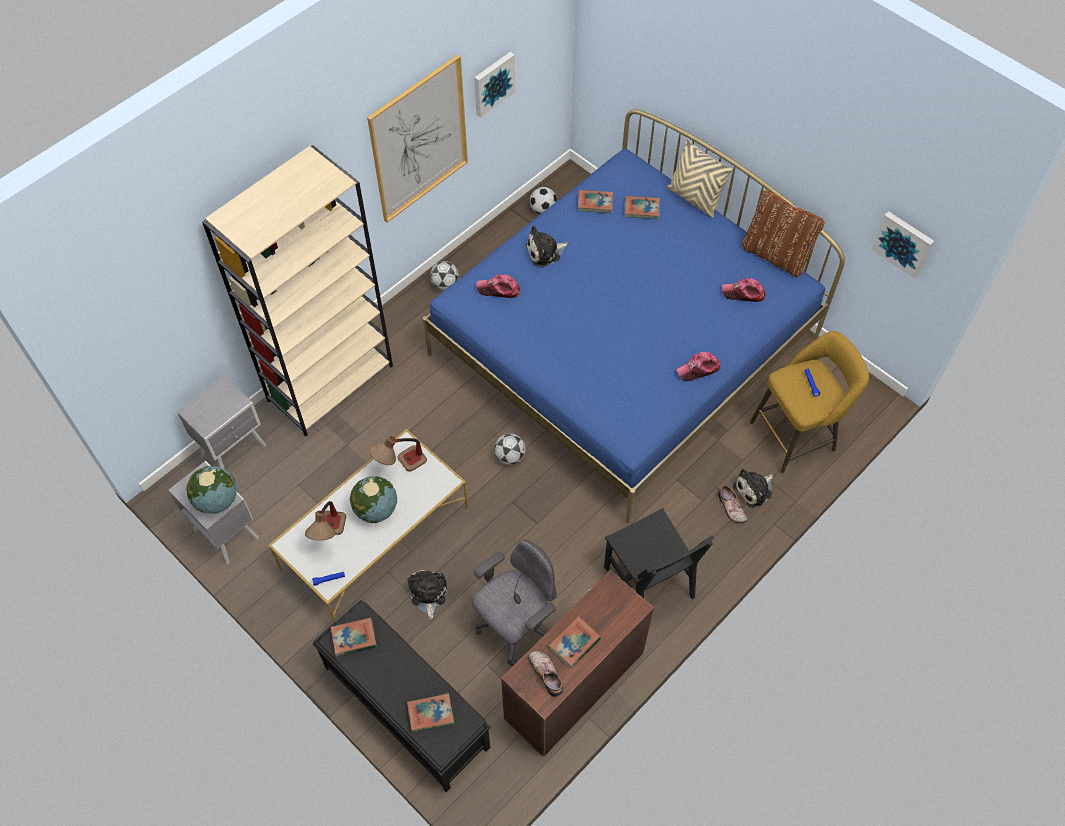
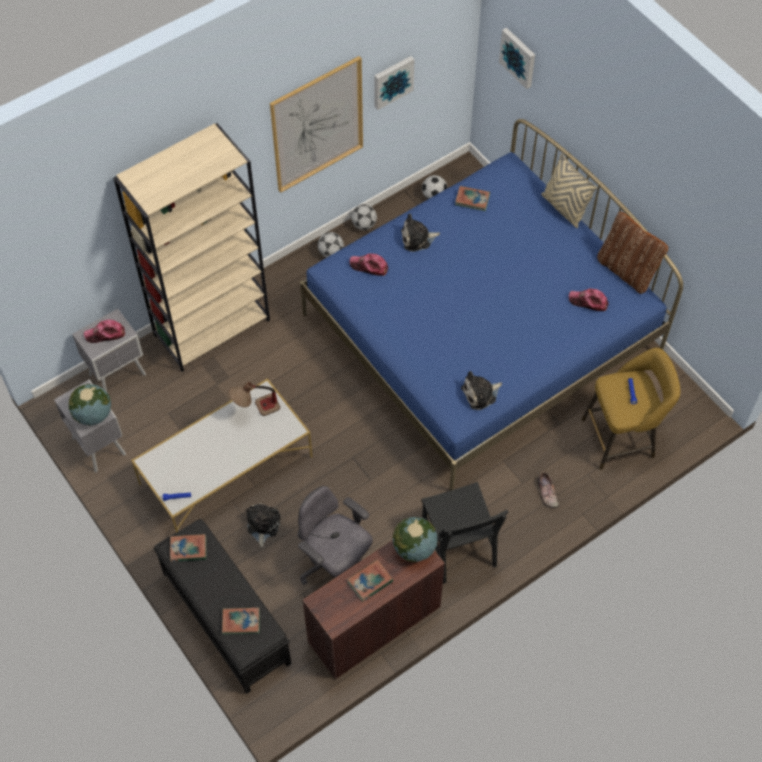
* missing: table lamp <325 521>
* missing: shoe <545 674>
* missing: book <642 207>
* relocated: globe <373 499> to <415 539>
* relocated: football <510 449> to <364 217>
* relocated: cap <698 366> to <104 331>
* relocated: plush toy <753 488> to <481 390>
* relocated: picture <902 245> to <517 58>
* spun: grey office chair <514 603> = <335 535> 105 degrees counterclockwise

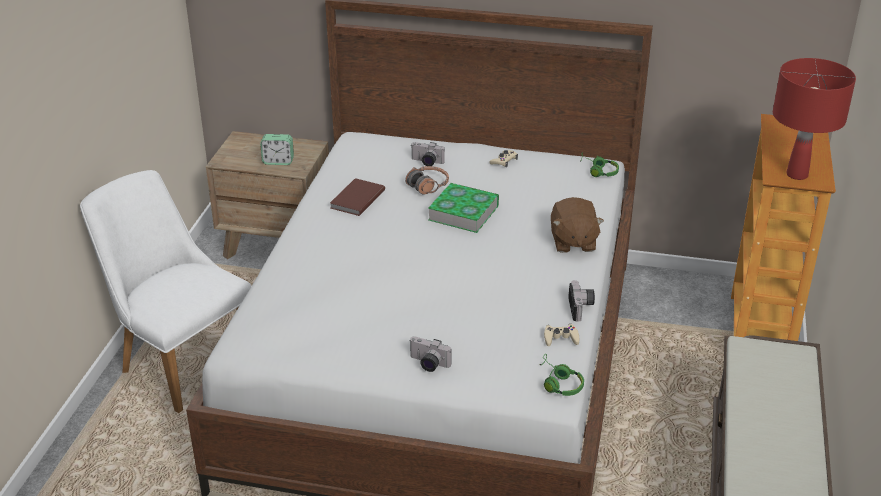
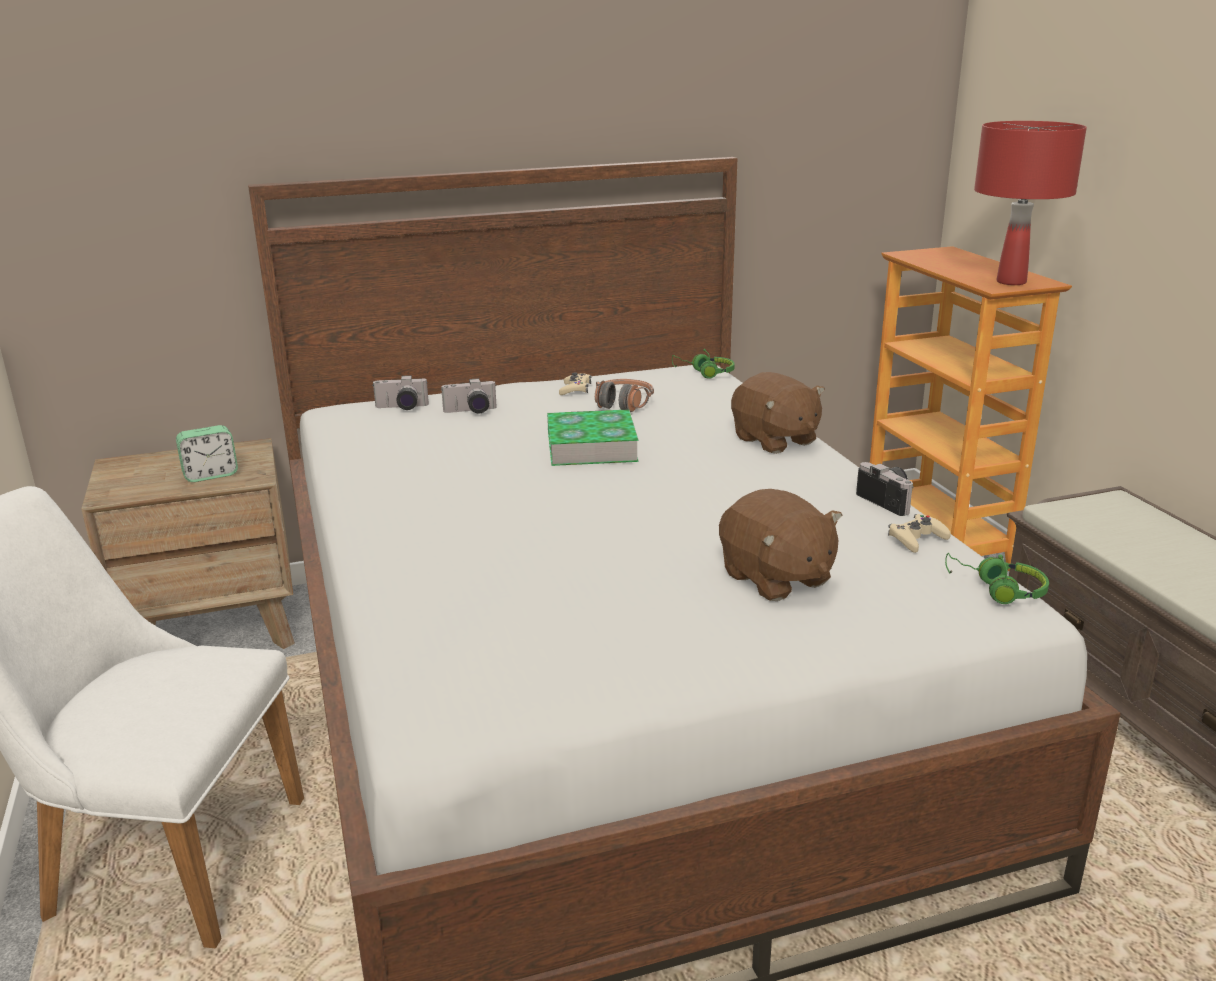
* missing: brown book <357 197>
* appeared: brown plush toy <780 545>
* relocated: headphones <427 180> to <624 395>
* relocated: photo camera <431 354> to <401 392>

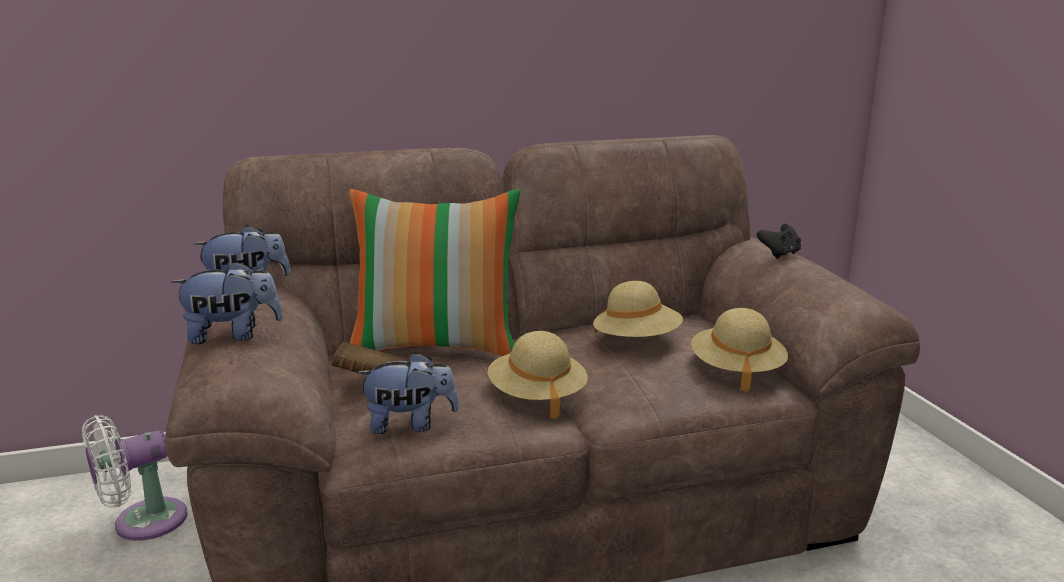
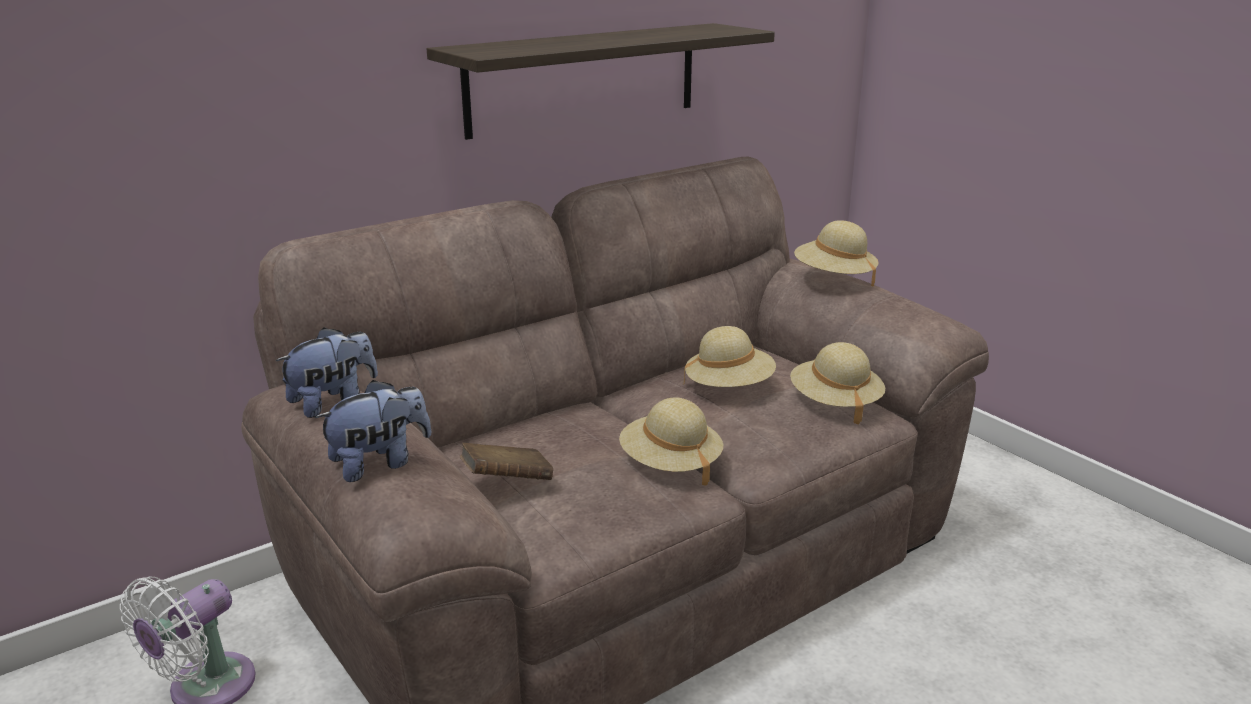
* missing: pillow <435 272>
* missing: plush toy <408 393>
* appeared: shelf <601 81>
* exchanged: black game controller <779 241> to beige hat <836 253>

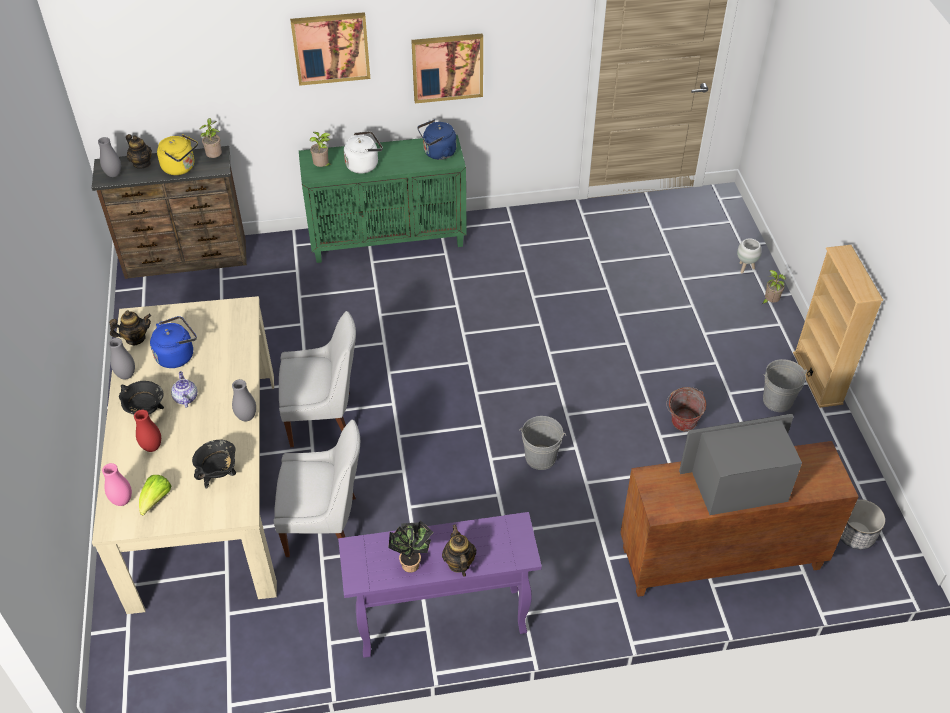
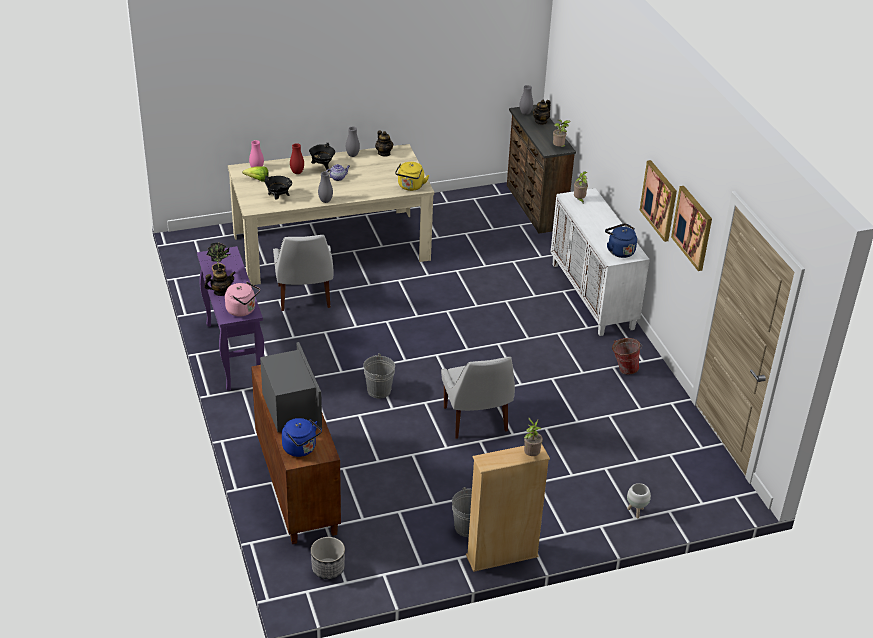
* missing: white kettle <363 152>
* appeared: pink kettle <242 299>
* relocated: blue kettle <173 342> to <302 437>
* relocated: yellow kettle <177 154> to <412 176>
* relocated: white chair <317 379> to <478 398>
* relocated: picture <330 49> to <691 228>
* relocated: bucket <686 409> to <627 356>
* relocated: potted plant <774 287> to <533 437>
* colour: green cabinet <383 199> to white cabinet <600 262>

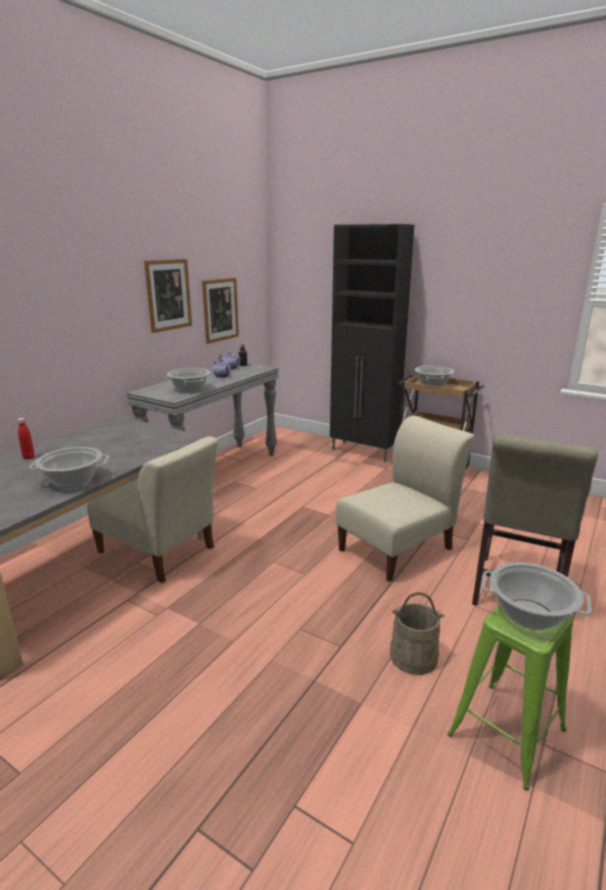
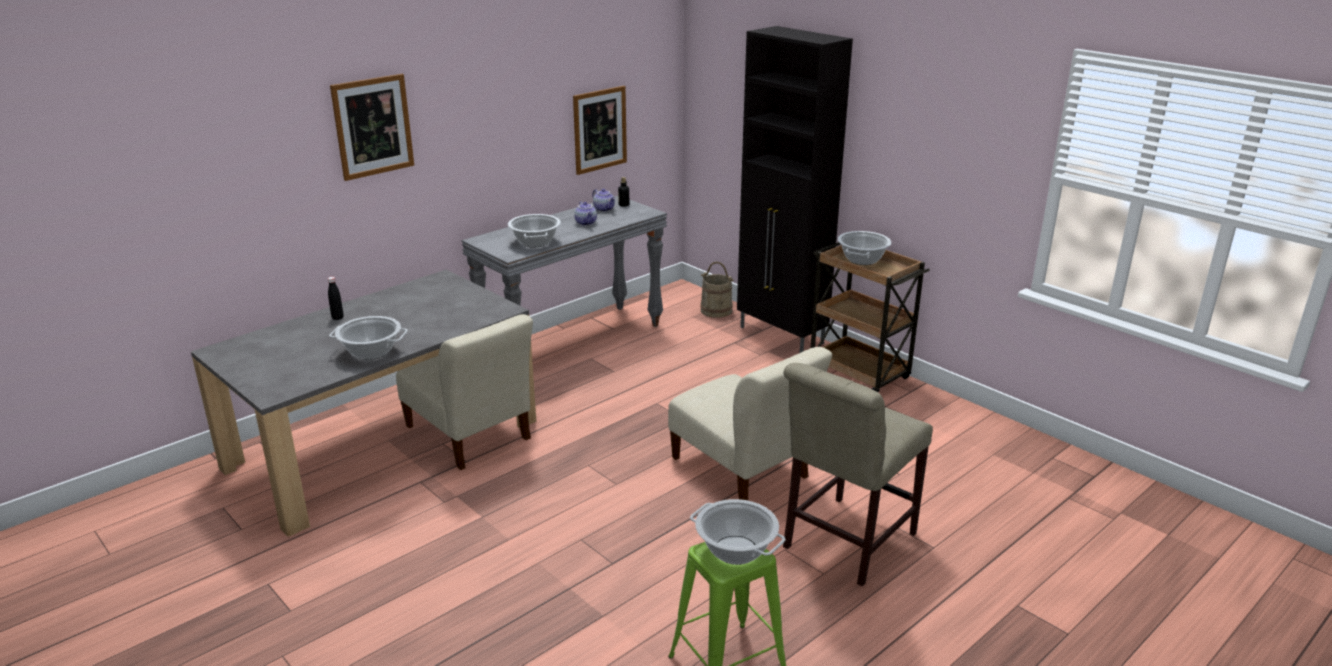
* relocated: picture <168 296> to <372 127>
* relocated: beige bucket <417 633> to <717 290>
* colour: red bottle <26 438> to black bottle <336 298>
* spun: beige chair <405 499> = <750 423> 75 degrees clockwise

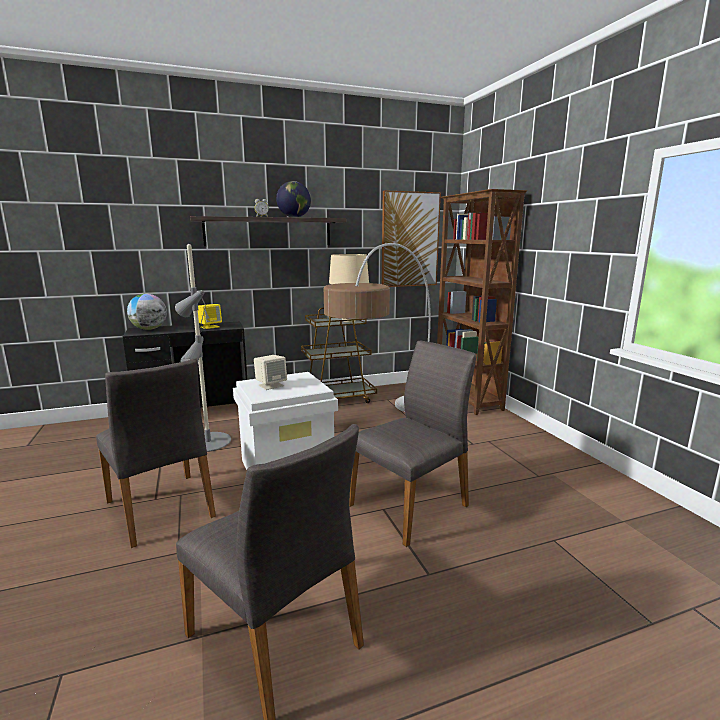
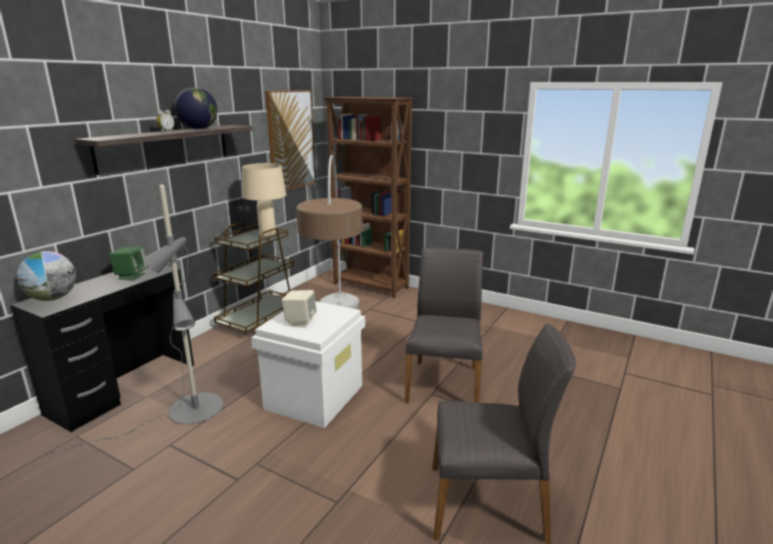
* missing: grey chair <156 453>
* colour: yellow speaker <210 316> to green speaker <128 263>

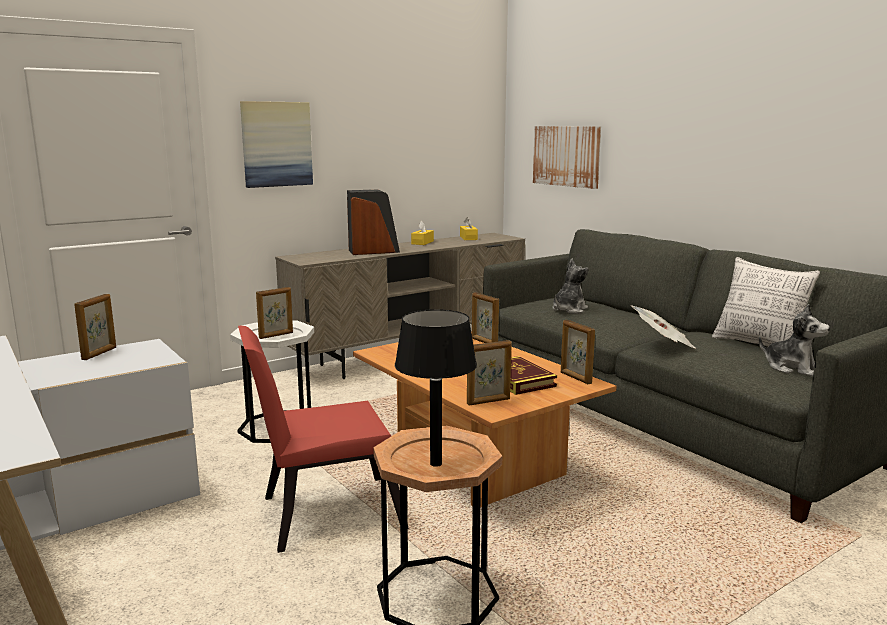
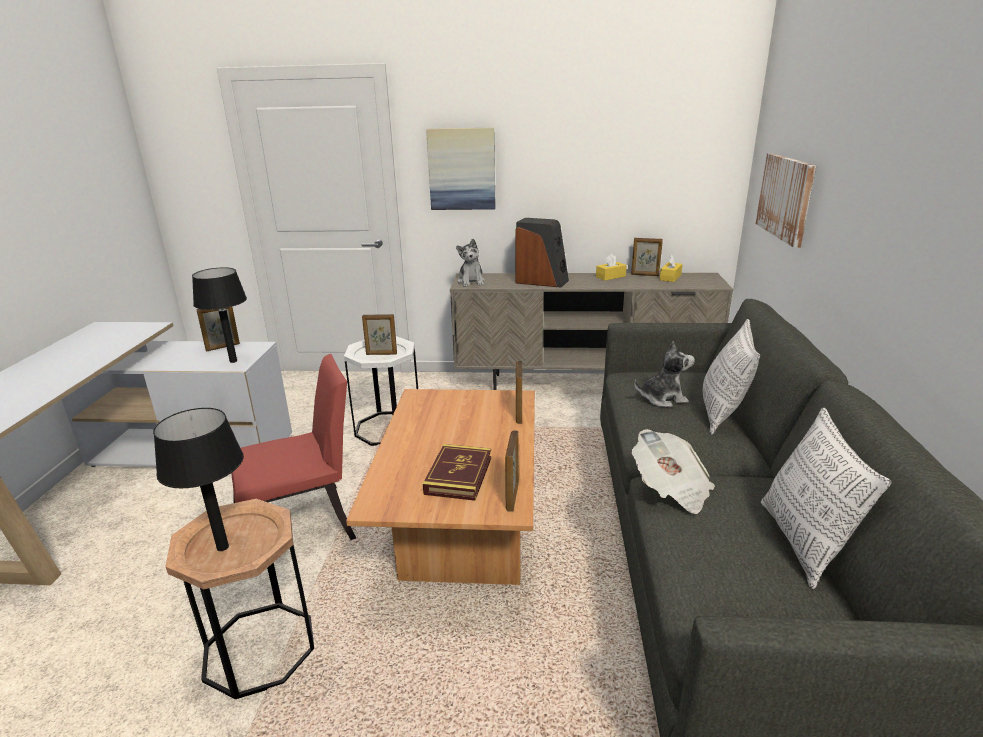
* appeared: black table lamp <219 315>
* appeared: pillow <731 377>
* relocated: picture frame <489 373> to <647 257>
* relocated: plush toy <794 340> to <470 263>
* spun: red chair <323 439> = <293 447> 135 degrees clockwise

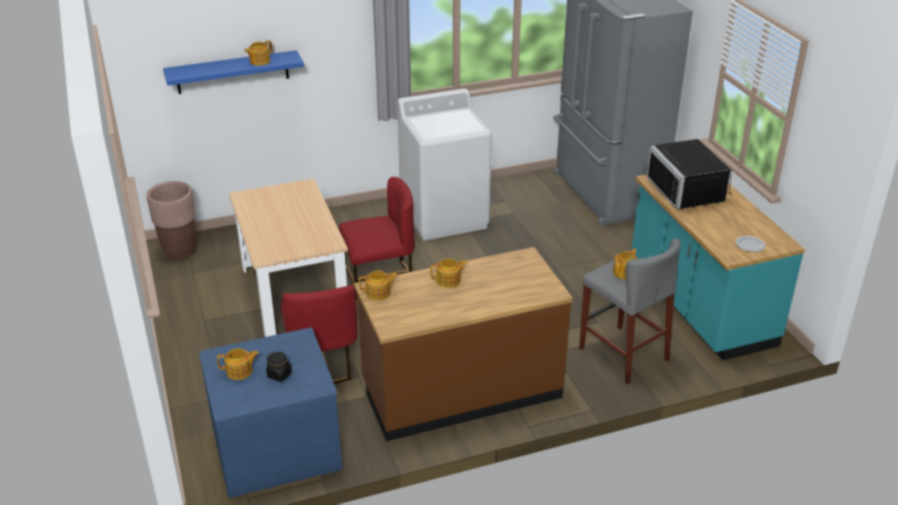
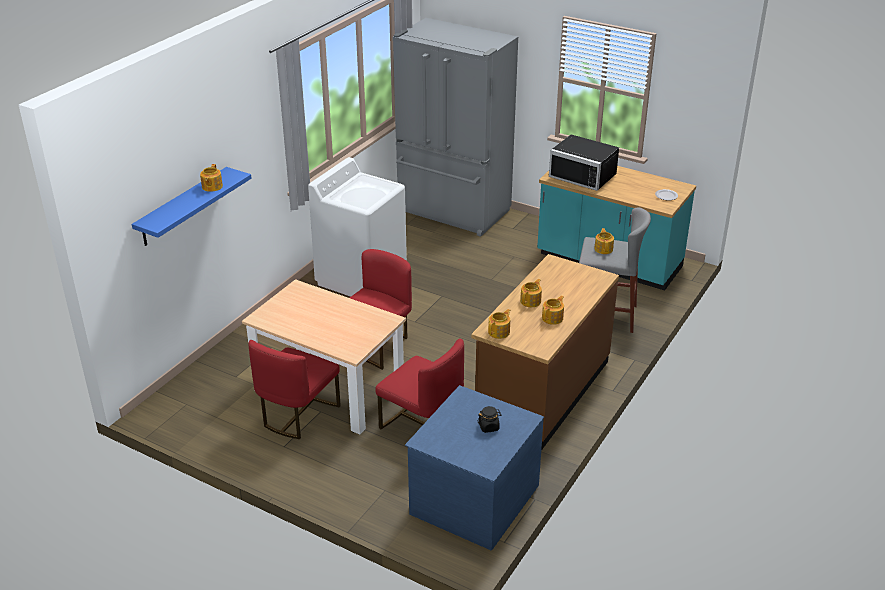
* missing: brown planter <171 220>
* appeared: red chair <294 389>
* relocated: teapot <238 364> to <553 310>

